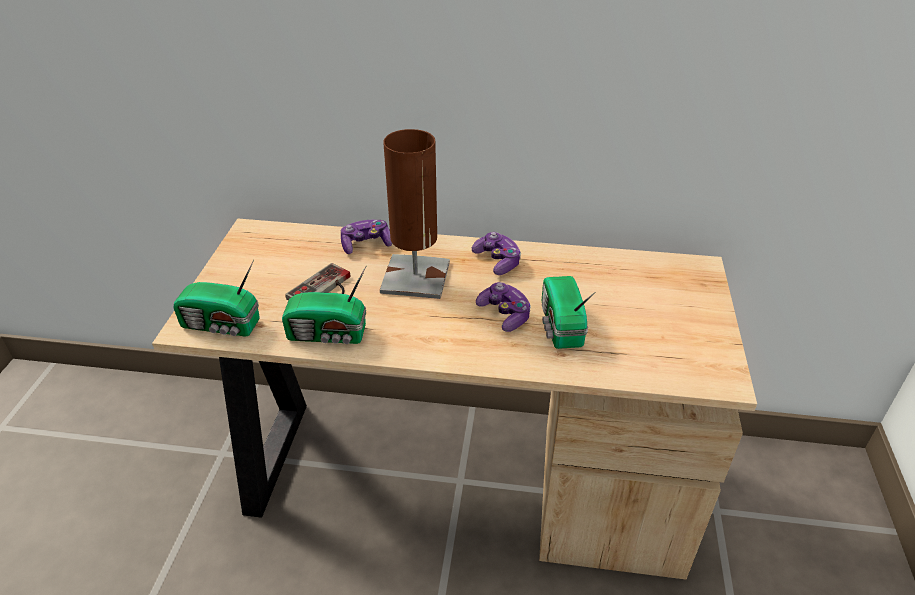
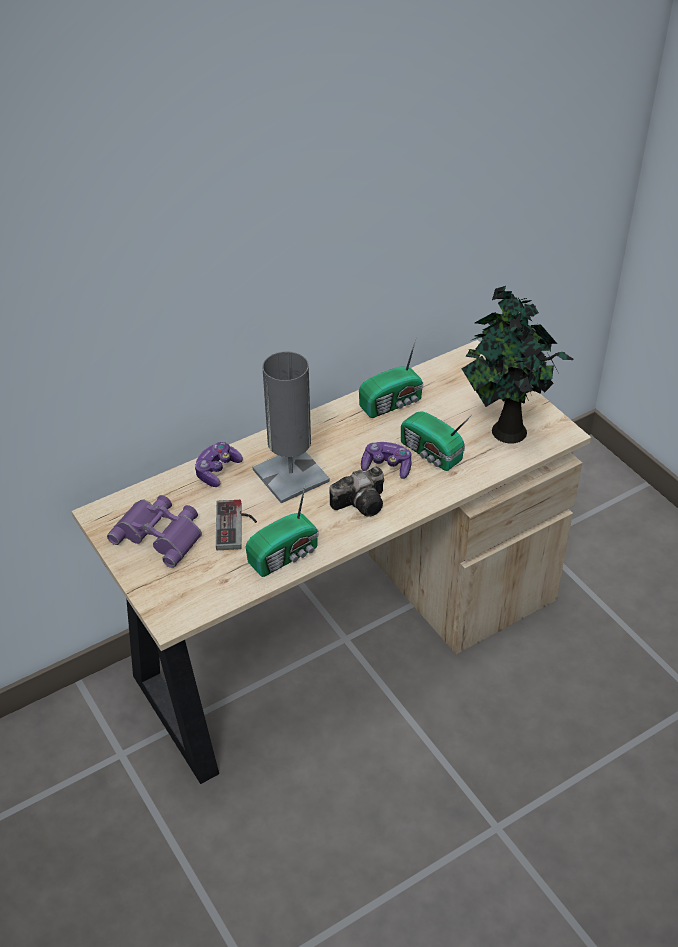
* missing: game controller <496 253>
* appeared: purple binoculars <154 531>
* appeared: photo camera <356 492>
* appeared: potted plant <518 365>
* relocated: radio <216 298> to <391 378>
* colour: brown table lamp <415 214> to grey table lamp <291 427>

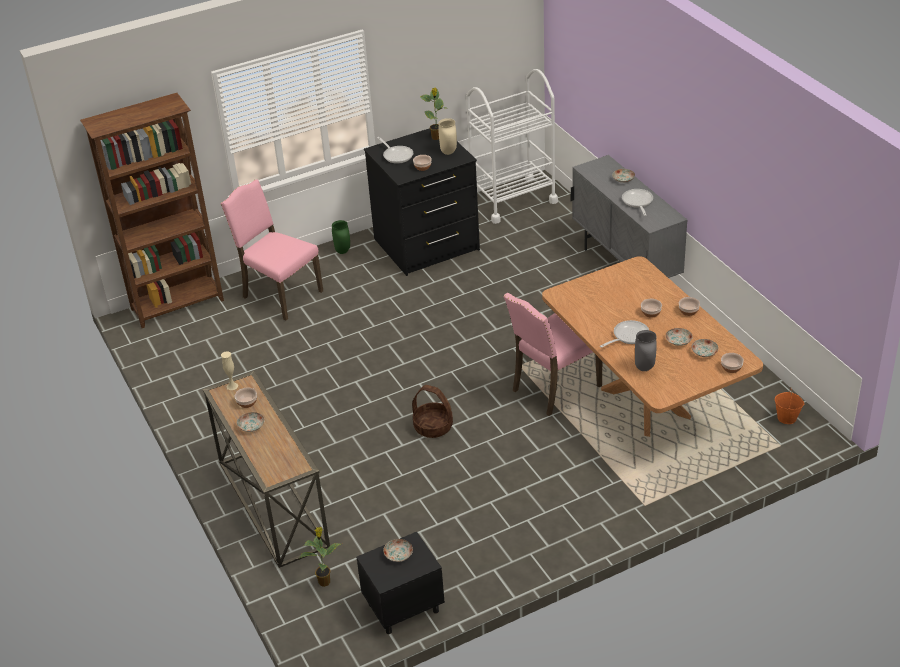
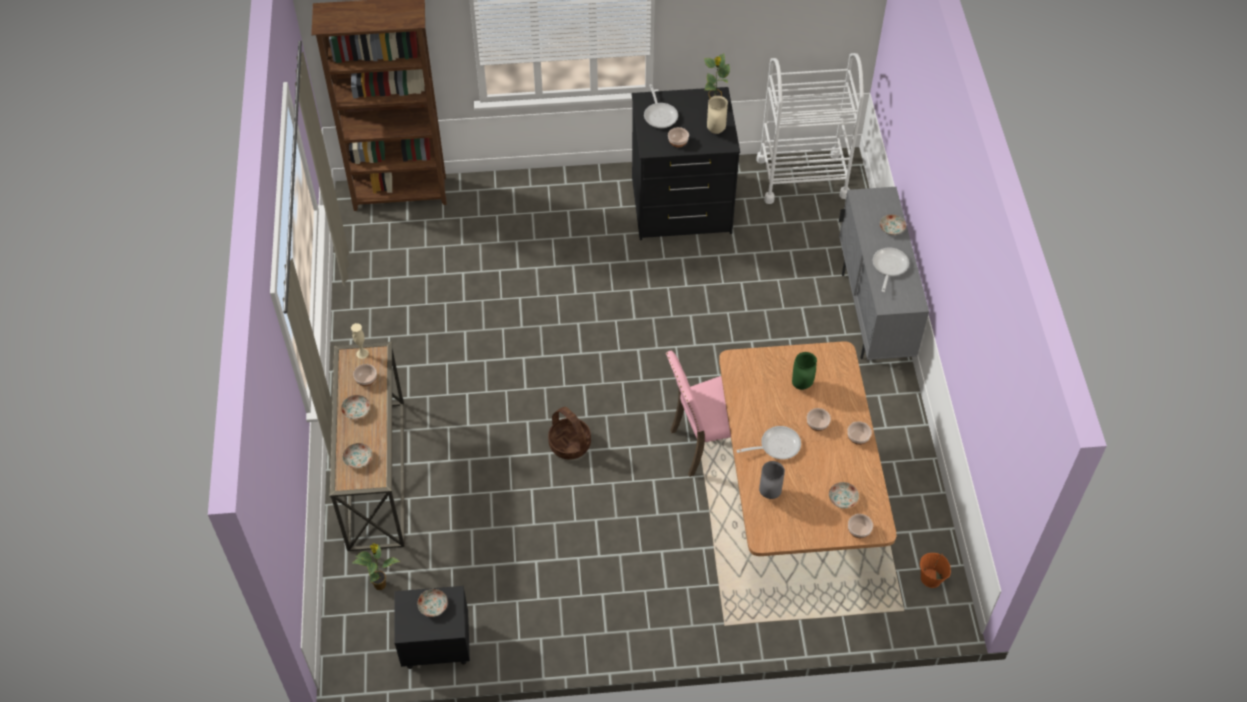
* missing: pink chair <271 249>
* relocated: green vase <341 237> to <804 371>
* relocated: plate <679 337> to <357 455>

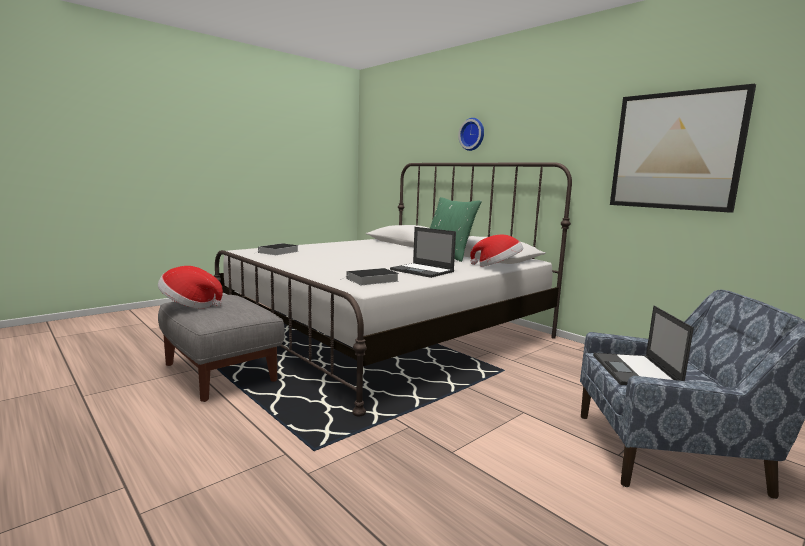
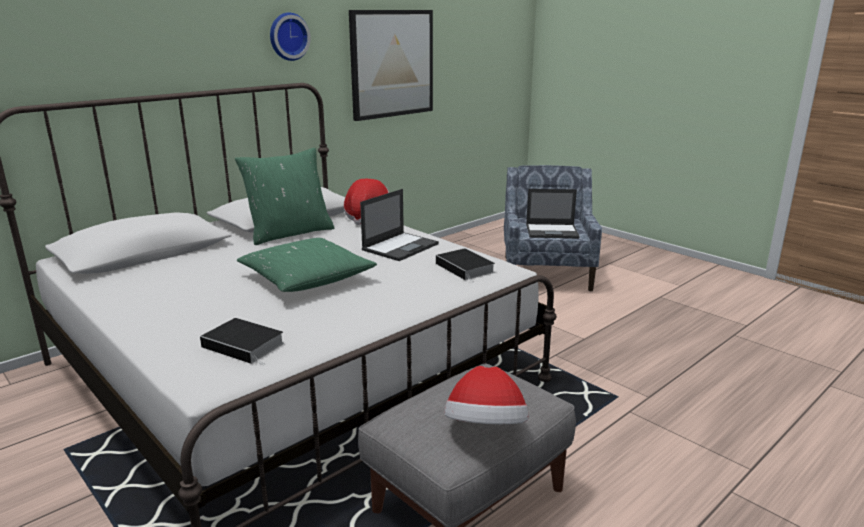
* appeared: green pillow <307 265>
* relocated: wall clock <471 134> to <290 37>

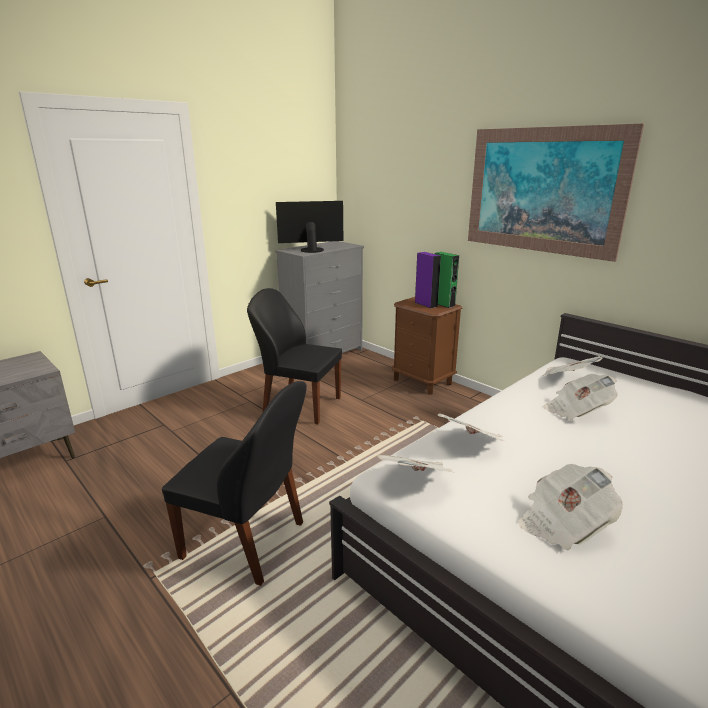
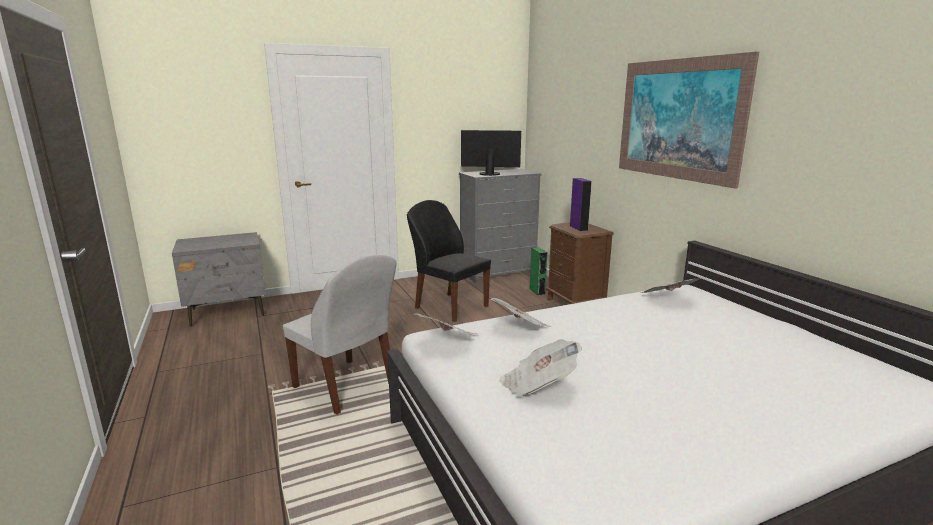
* missing: newspaper <581 397>
* relocated: green speaker <447 280> to <538 271>
* colour: black chair <234 483> to white chair <339 334>

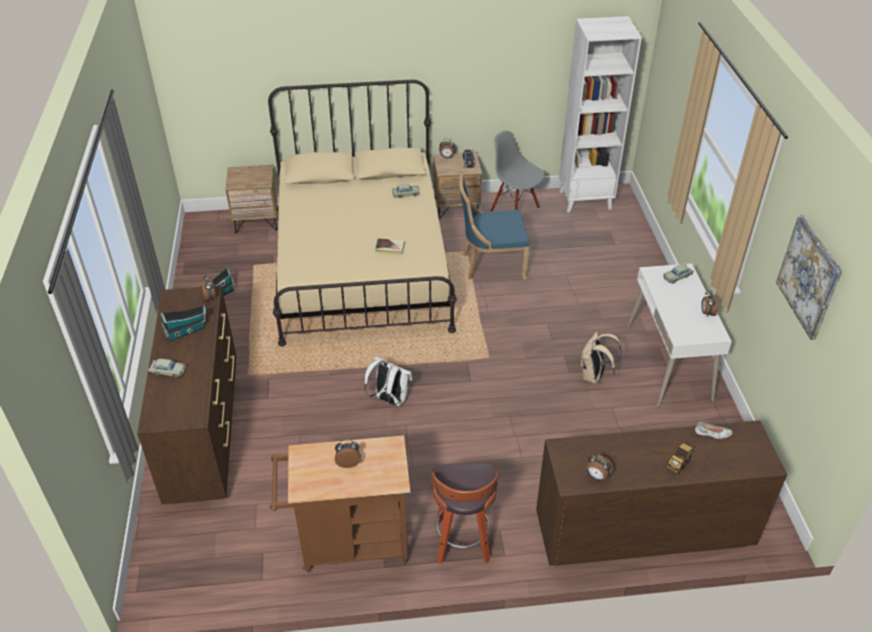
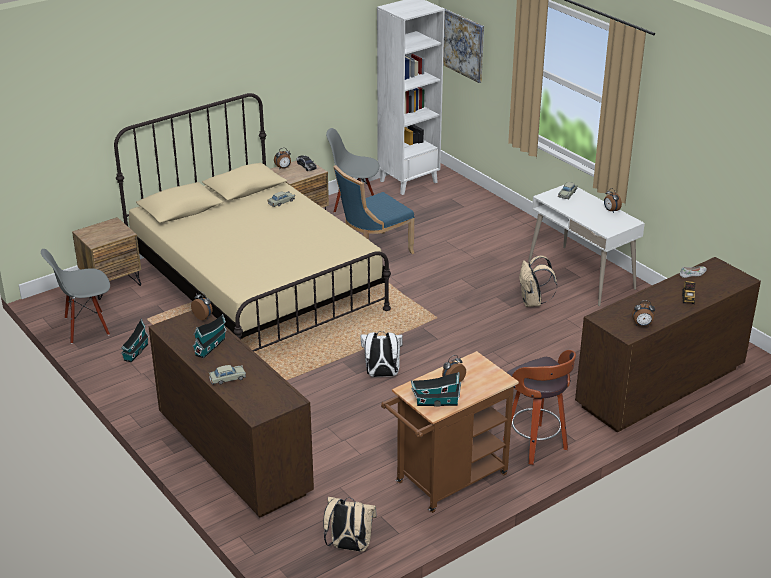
* missing: book <390 246>
* appeared: grey chair <75 296>
* appeared: beige backpack <350 524>
* appeared: toy house <436 389>
* relocated: picture <809 277> to <463 46>

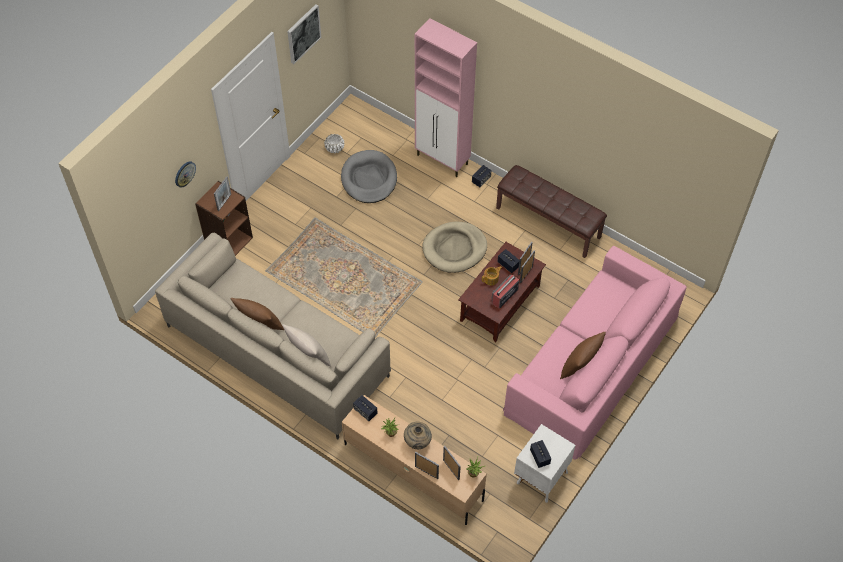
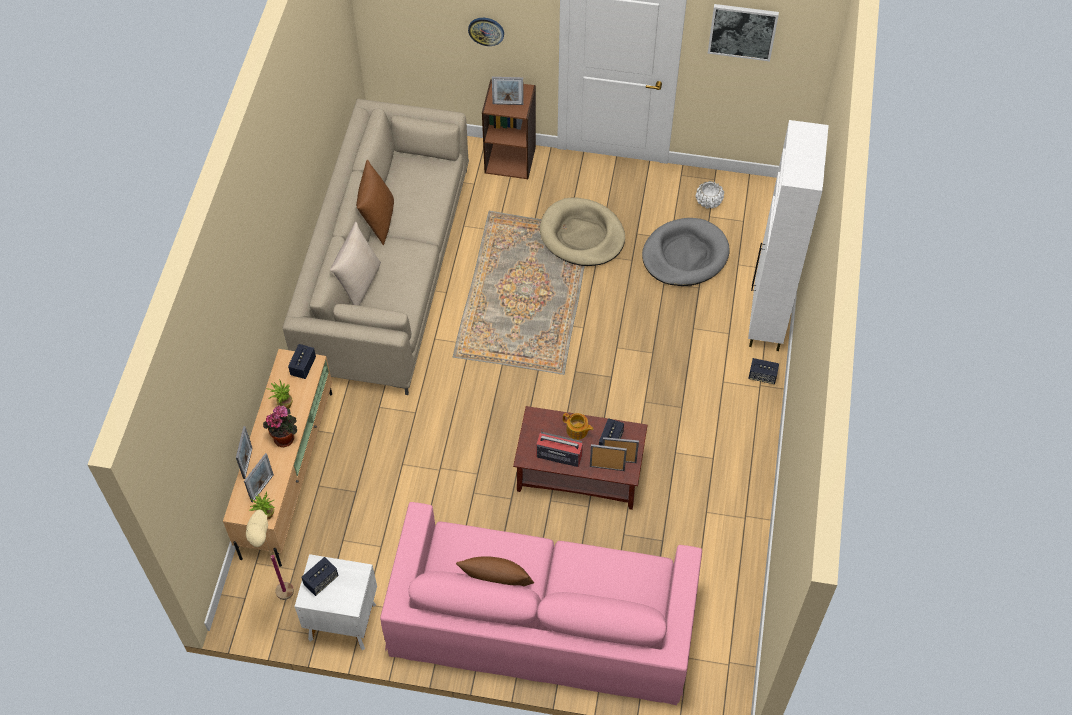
* missing: brown bench <551 211>
* appeared: beige floor lamp <270 553>
* relocated: beige dog bed <455 247> to <582 232>
* exchanged: beige vase <418 435> to potted plant <280 426>
* colour: pink cabinet <446 97> to white cabinet <788 235>

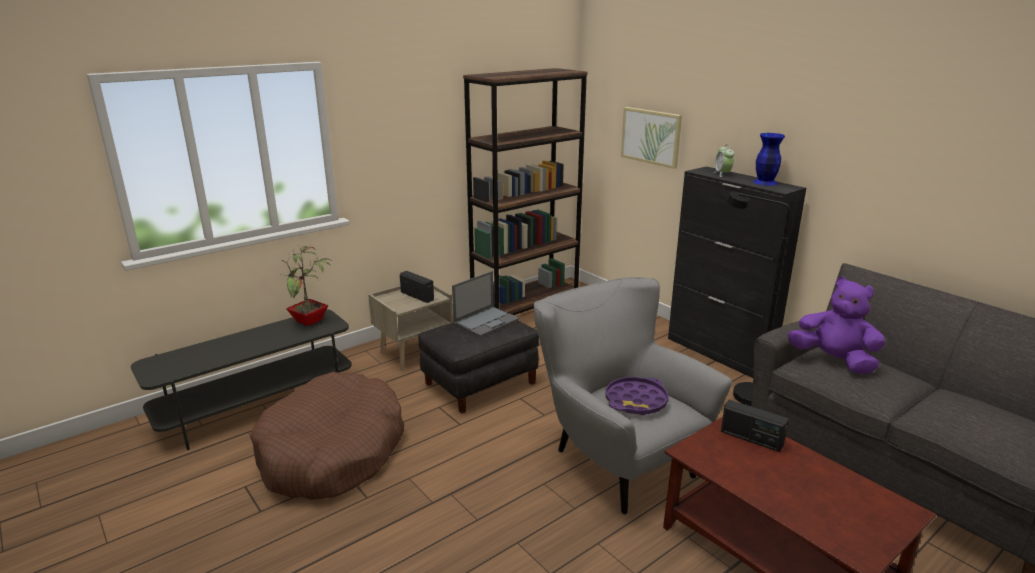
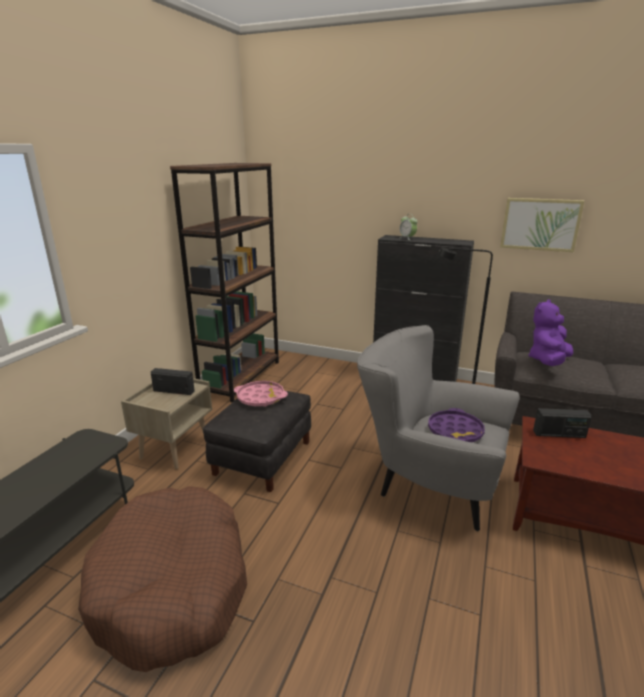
* missing: potted plant <306 285>
* missing: blue vase <769 159>
* relocated: picture <651 138> to <542 225>
* exchanged: laptop <486 304> to pink tray <261 394>
* spun: purple plush toy <836 325> = <550 332> 60 degrees counterclockwise

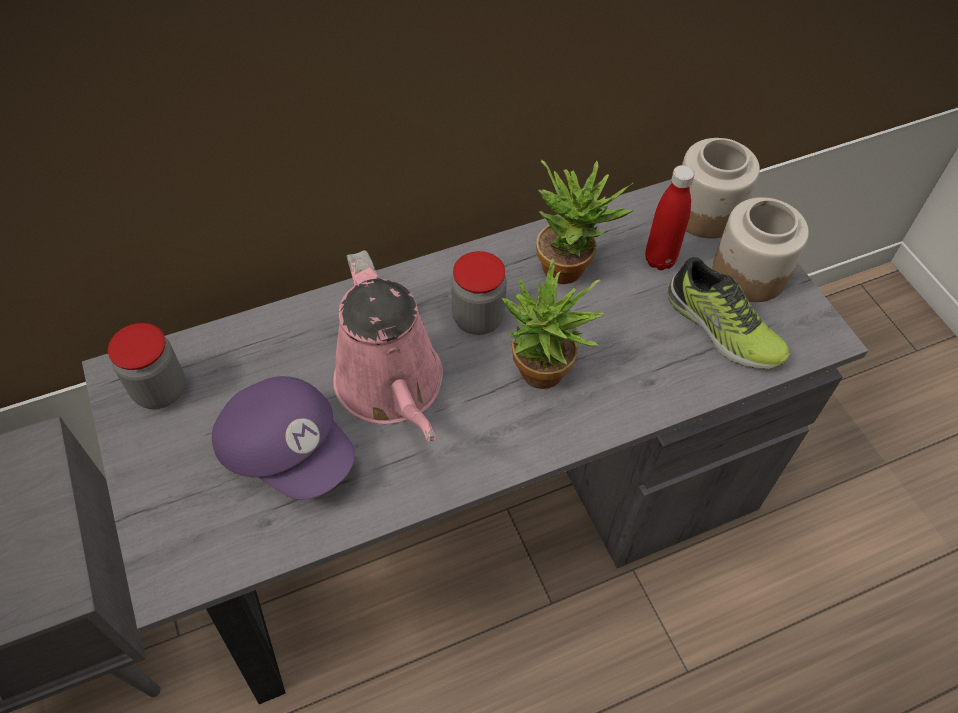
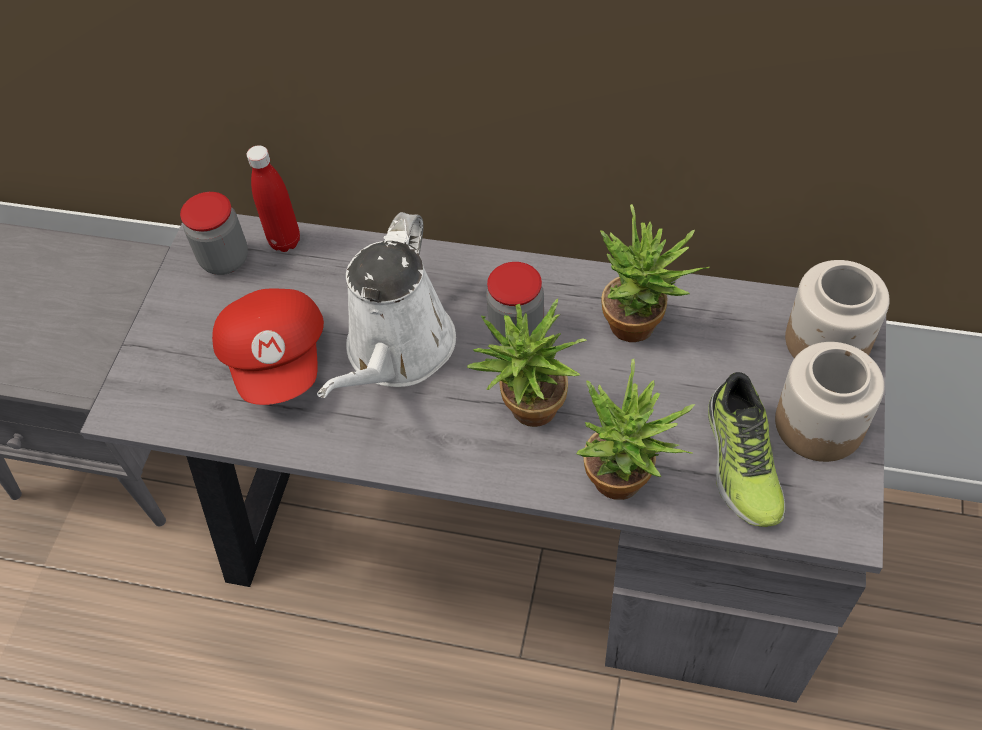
* appeared: potted plant <635 429>
* relocated: red bottle <670 217> to <273 198>
* colour: purple cap <283 438> to red cap <268 346>
* colour: pink watering can <388 346> to white watering can <386 305>

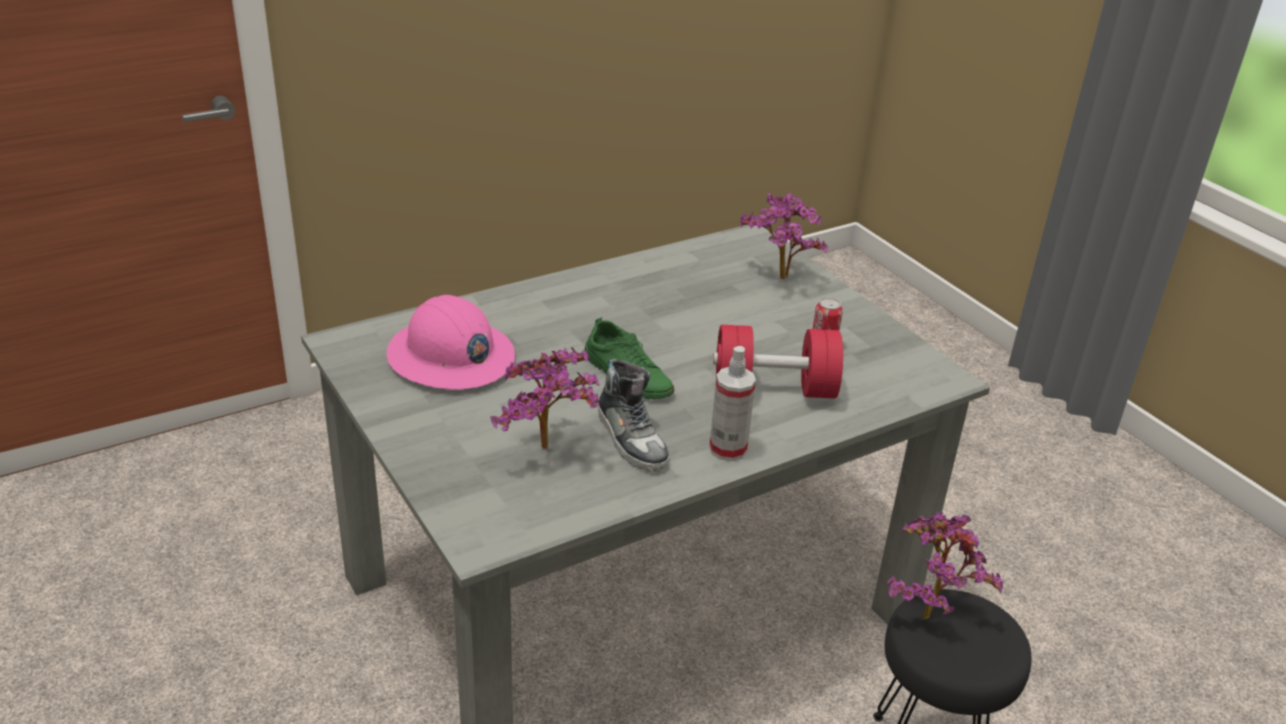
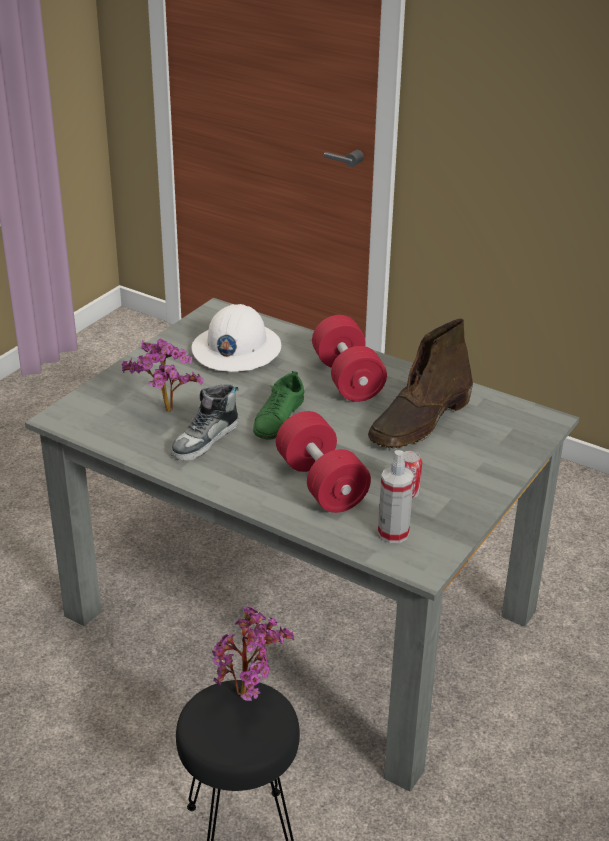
* missing: potted plant <784 235>
* appeared: red dumbbell <349 358>
* appeared: brown boot <420 383>
* relocated: spray bottle <732 403> to <396 496>
* colour: pink hard hat <451 342> to white hard hat <236 338>

